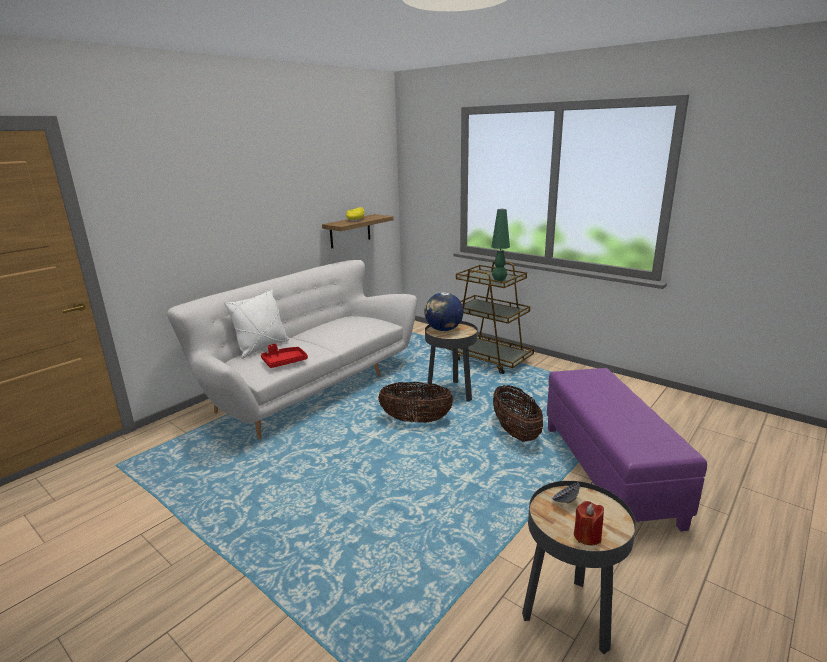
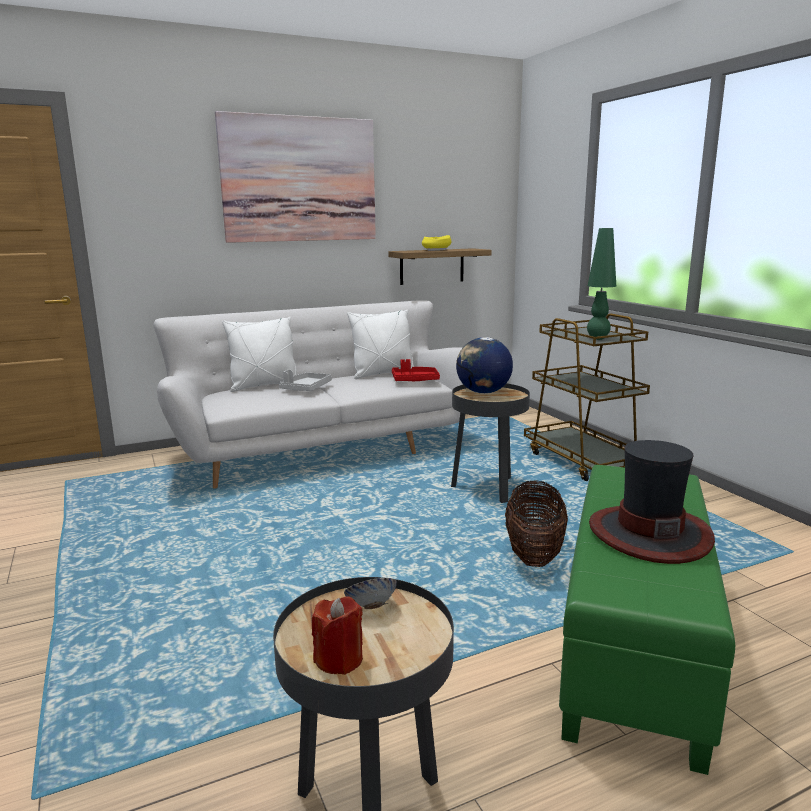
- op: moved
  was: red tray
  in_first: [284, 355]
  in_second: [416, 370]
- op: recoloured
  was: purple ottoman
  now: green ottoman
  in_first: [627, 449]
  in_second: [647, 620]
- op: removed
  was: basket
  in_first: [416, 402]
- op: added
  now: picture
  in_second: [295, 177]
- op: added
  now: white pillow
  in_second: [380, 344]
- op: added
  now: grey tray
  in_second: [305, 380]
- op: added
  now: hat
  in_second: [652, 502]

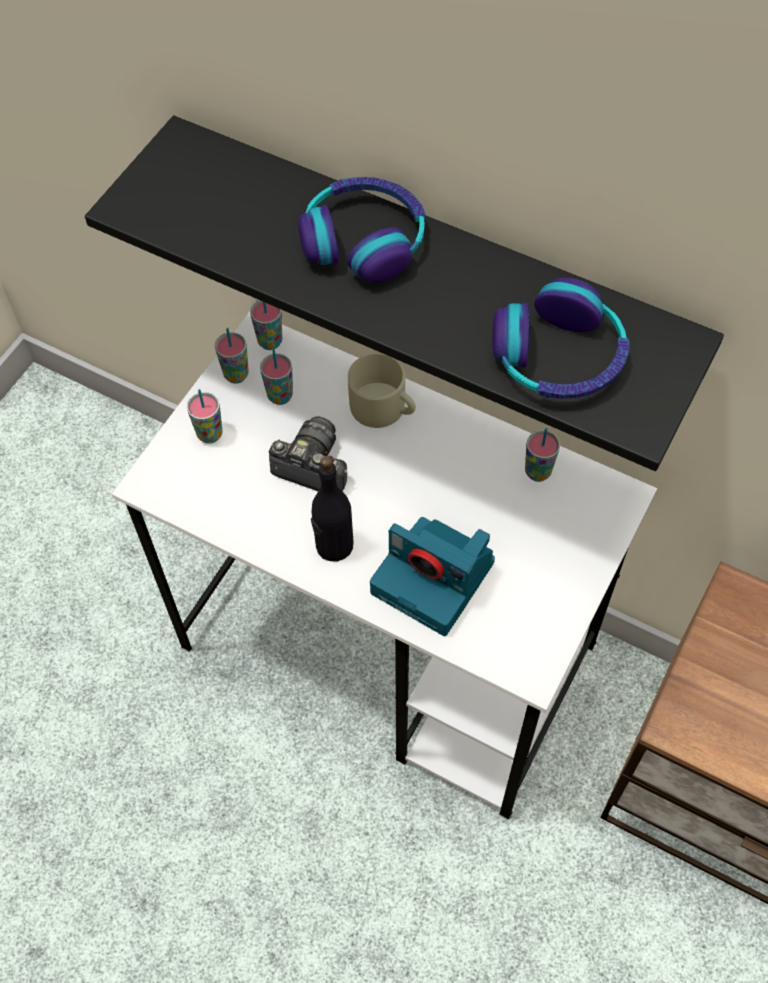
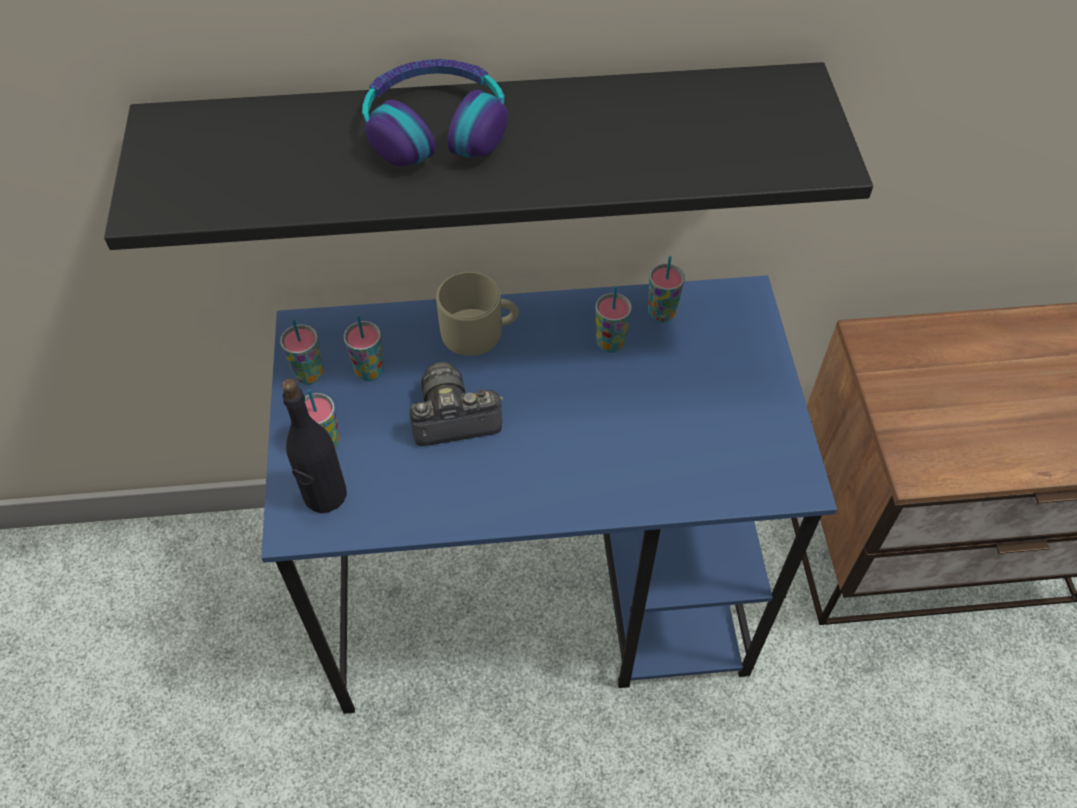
- op: removed
  was: headphones
  in_first: [560, 338]
- op: moved
  was: cup
  in_first: [266, 325]
  in_second: [613, 319]
- op: recoloured
  was: white desk
  now: blue desk
  in_first: [384, 565]
  in_second: [549, 494]
- op: moved
  was: black bottle
  in_first: [332, 509]
  in_second: [314, 446]
- op: removed
  was: photo camera
  in_first: [432, 576]

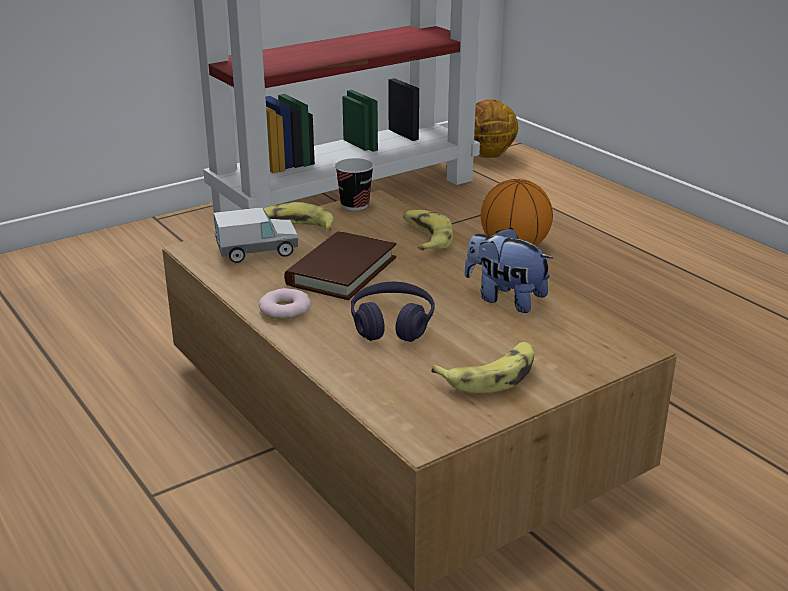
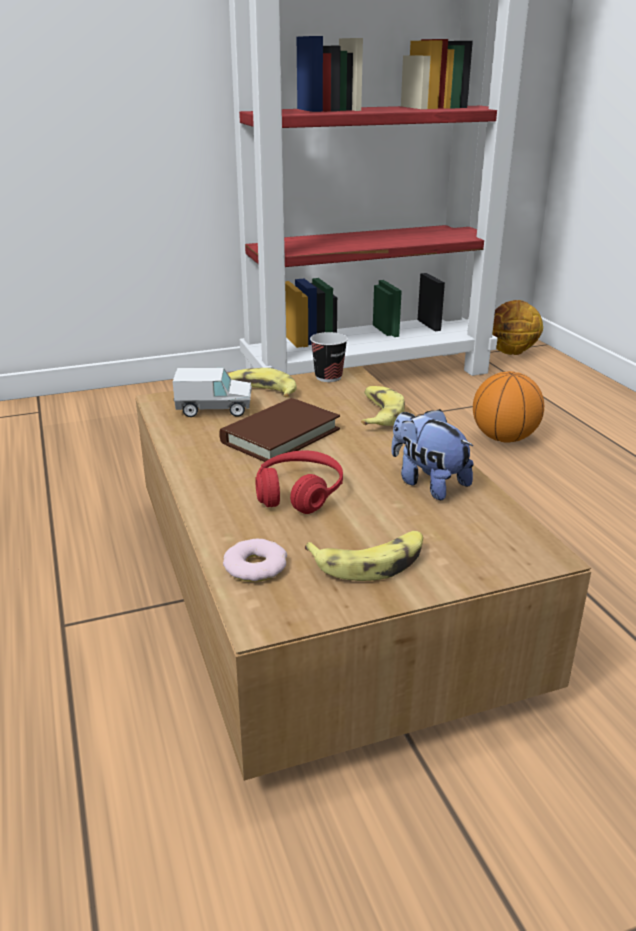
- op: recoloured
  was: purple headphones
  now: red headphones
  in_first: [392, 312]
  in_second: [299, 482]
- op: moved
  was: donut
  in_first: [285, 304]
  in_second: [255, 560]

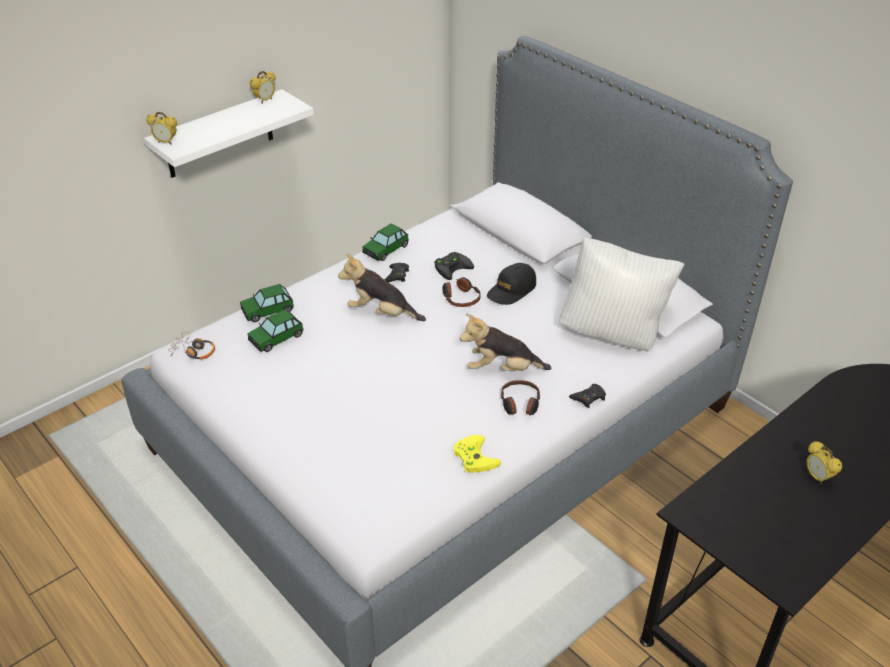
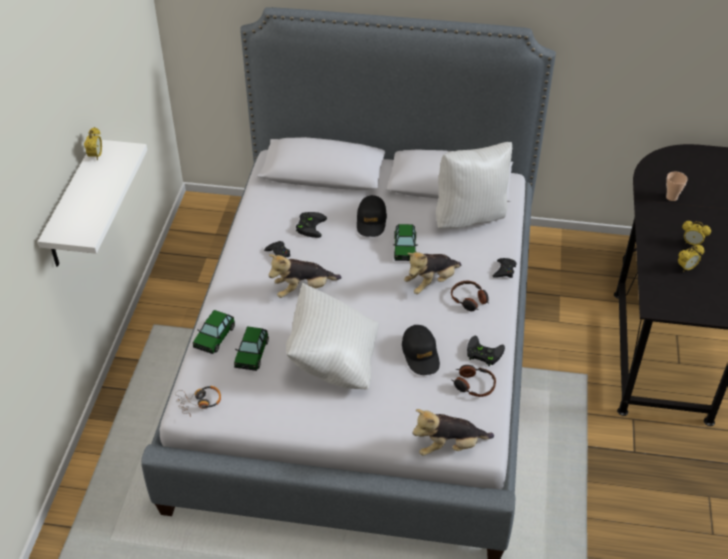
- op: moved
  was: alarm clock
  in_first: [161, 128]
  in_second: [691, 258]
- op: moved
  was: toy car
  in_first: [385, 242]
  in_second: [405, 242]
- op: moved
  was: headphones
  in_first: [461, 292]
  in_second: [474, 381]
- op: recoloured
  was: yellow game controller
  now: black game controller
  in_first: [477, 454]
  in_second: [486, 351]
- op: added
  now: cup
  in_second: [677, 186]
- op: added
  now: white pillow
  in_second: [332, 336]
- op: added
  now: black cap
  in_second: [421, 350]
- op: added
  now: plush toy
  in_second: [453, 432]

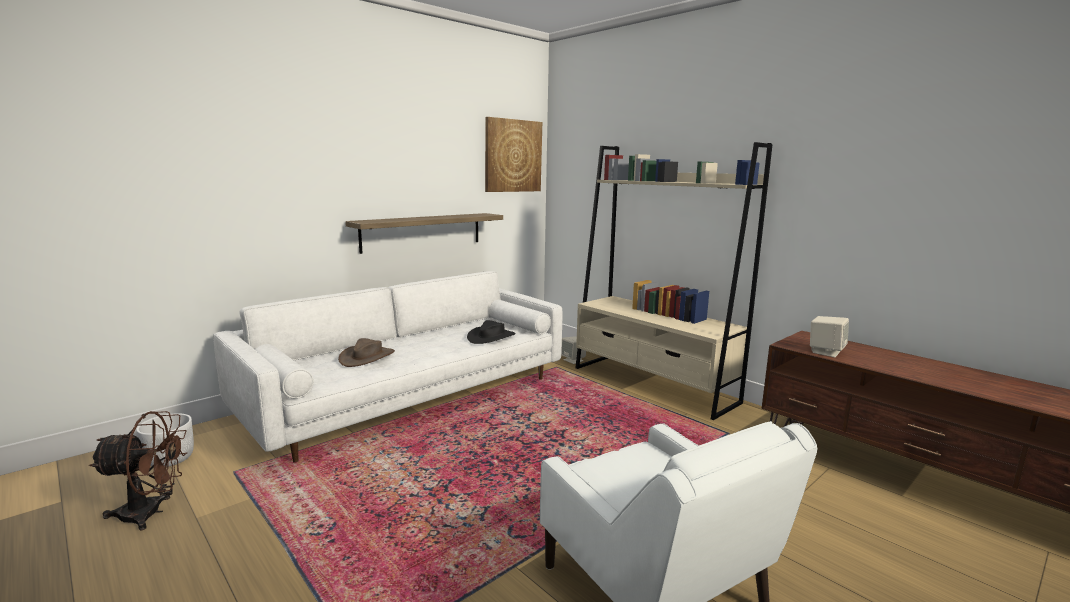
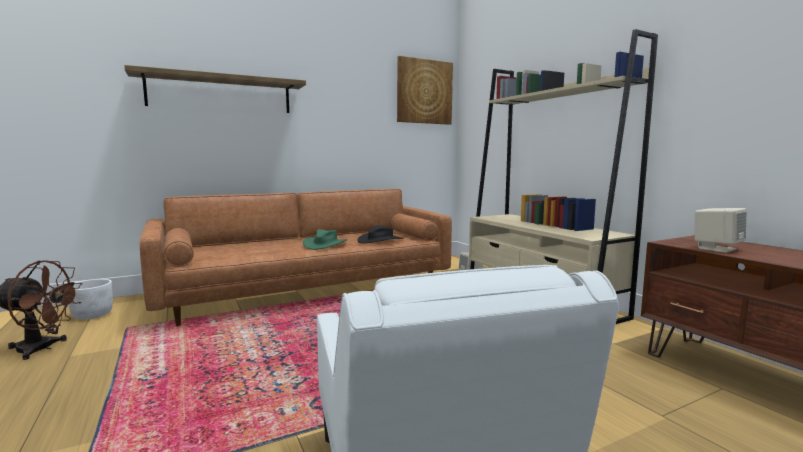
- op: moved
  was: shelf
  in_first: [424, 233]
  in_second: [215, 89]
- op: recoloured
  was: white sofa
  now: brown sofa
  in_first: [388, 367]
  in_second: [296, 257]
- op: removed
  was: brown hat
  in_first: [366, 352]
- op: added
  now: green hat
  in_second: [325, 239]

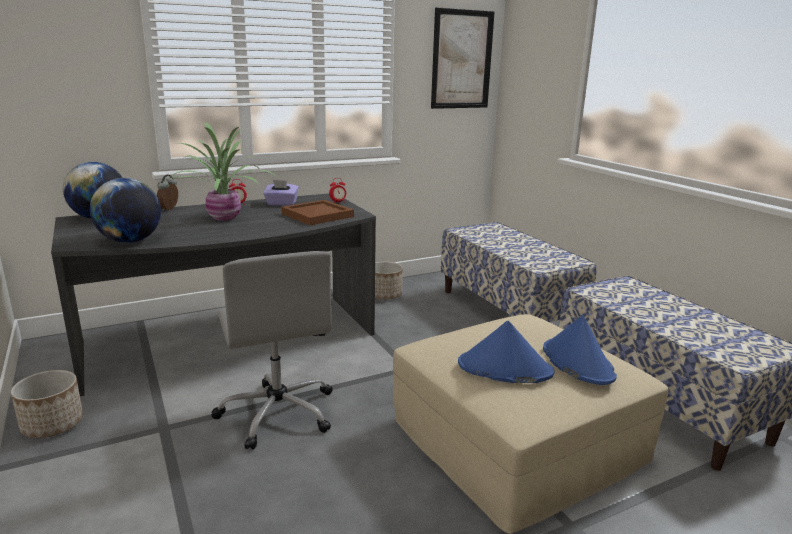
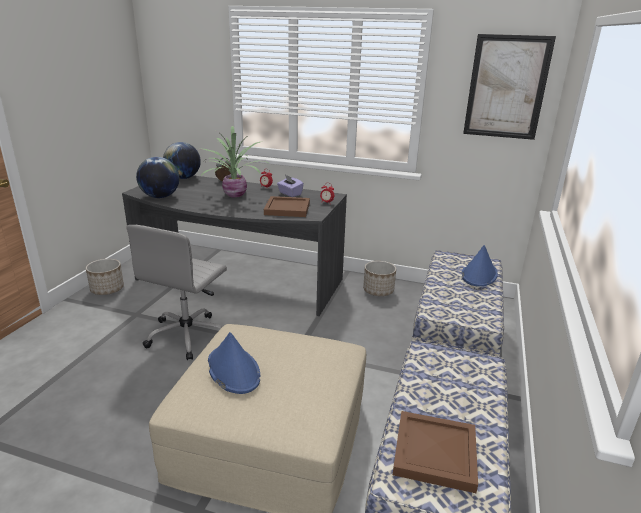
- op: moved
  was: blue hat
  in_first: [580, 350]
  in_second: [479, 266]
- op: added
  now: brown tray
  in_second: [435, 452]

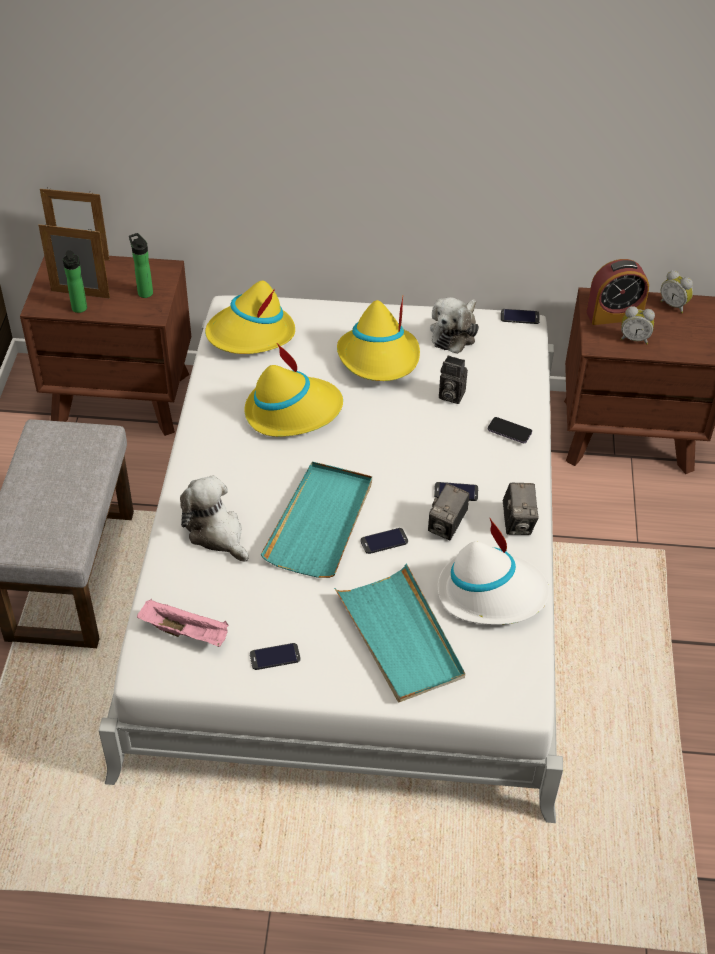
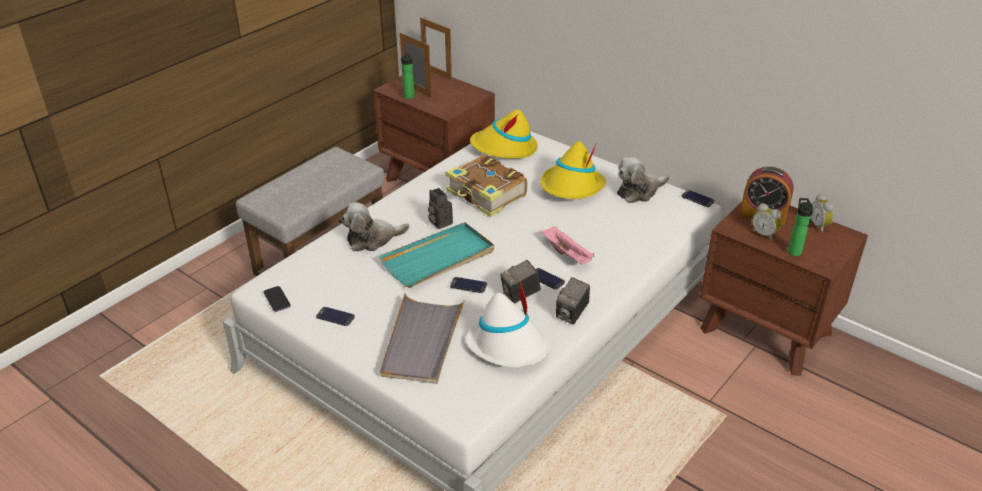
- op: moved
  was: bottle
  in_first: [141, 265]
  in_second: [800, 227]
- op: replaced
  was: yellow hat
  now: book
  in_first: [293, 390]
  in_second: [486, 186]
- op: moved
  was: photo camera
  in_first: [453, 379]
  in_second: [440, 208]
- op: moved
  was: phone
  in_first: [510, 430]
  in_second: [277, 299]
- op: turned
  was: plush toy
  in_first: [214, 519]
  in_second: [375, 226]
  clockwise: -105
- op: recoloured
  was: turquoise tray
  now: grey tray
  in_first: [399, 632]
  in_second: [422, 339]
- op: moved
  was: pink tray
  in_first: [183, 623]
  in_second: [568, 245]

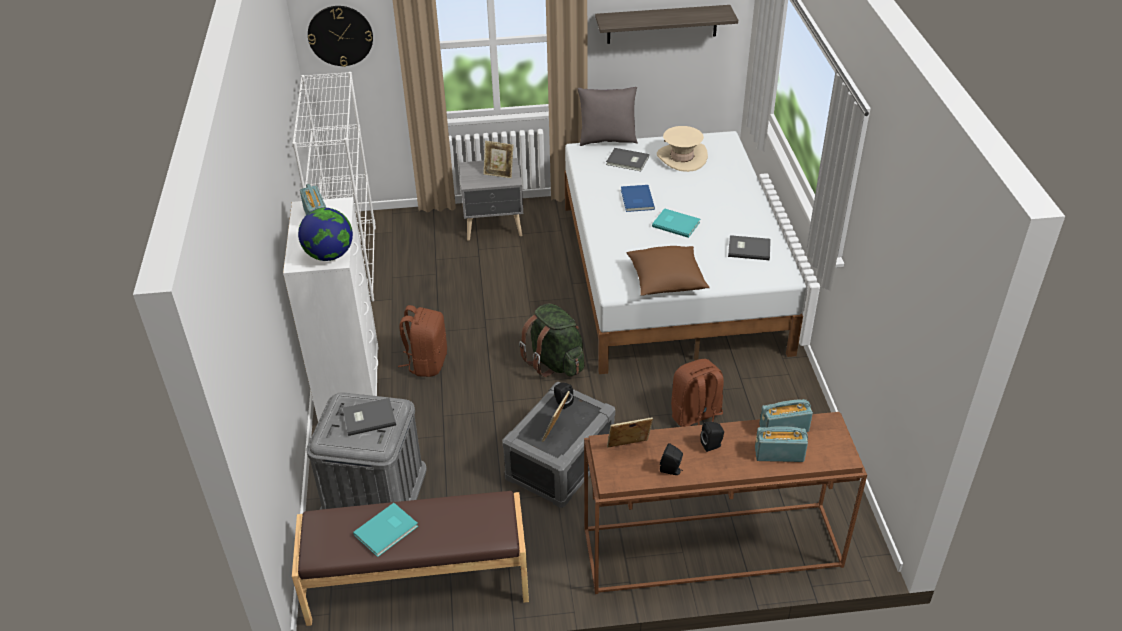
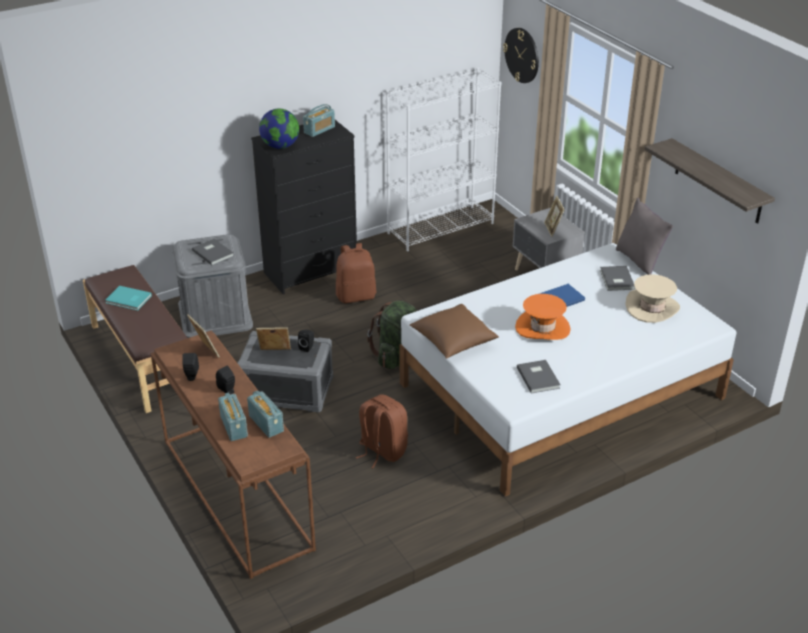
- op: recoloured
  was: white dresser
  now: black dresser
  in_first: [331, 309]
  in_second: [304, 207]
- op: replaced
  was: turquoise book
  now: orange hat
  in_first: [676, 223]
  in_second: [543, 317]

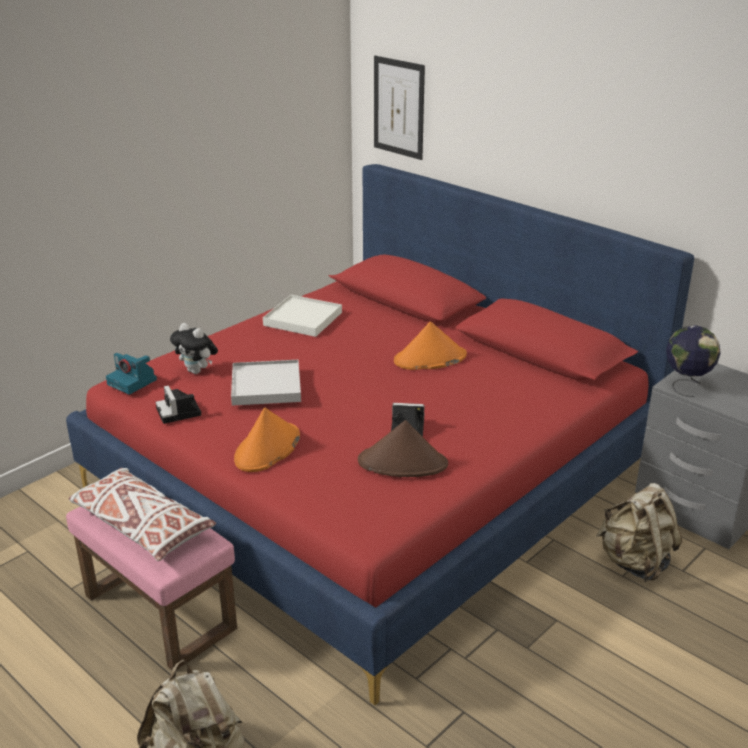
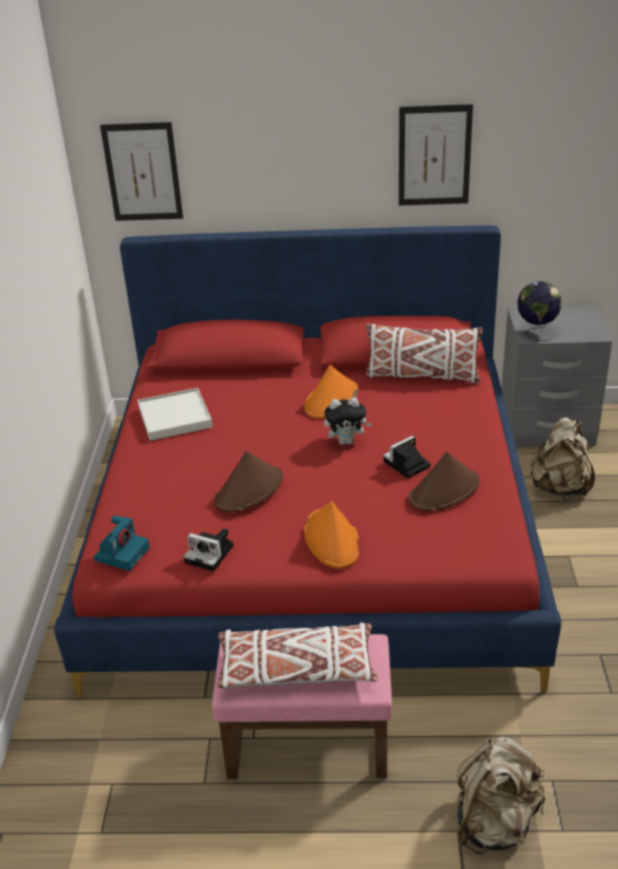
- op: moved
  was: plush toy
  in_first: [194, 348]
  in_second: [348, 421]
- op: turned
  was: photo camera
  in_first: [131, 374]
  in_second: [122, 543]
  clockwise: -60
- op: replaced
  was: white tray
  now: brown hat
  in_first: [266, 383]
  in_second: [248, 481]
- op: added
  now: picture
  in_second: [436, 155]
- op: added
  now: white pillow
  in_second: [424, 353]

